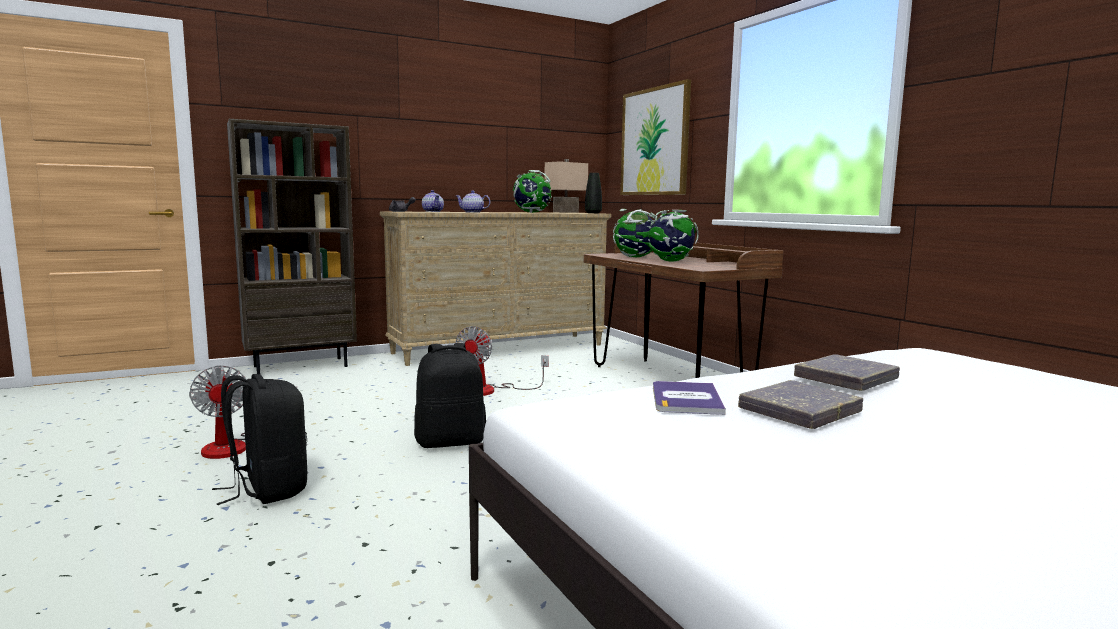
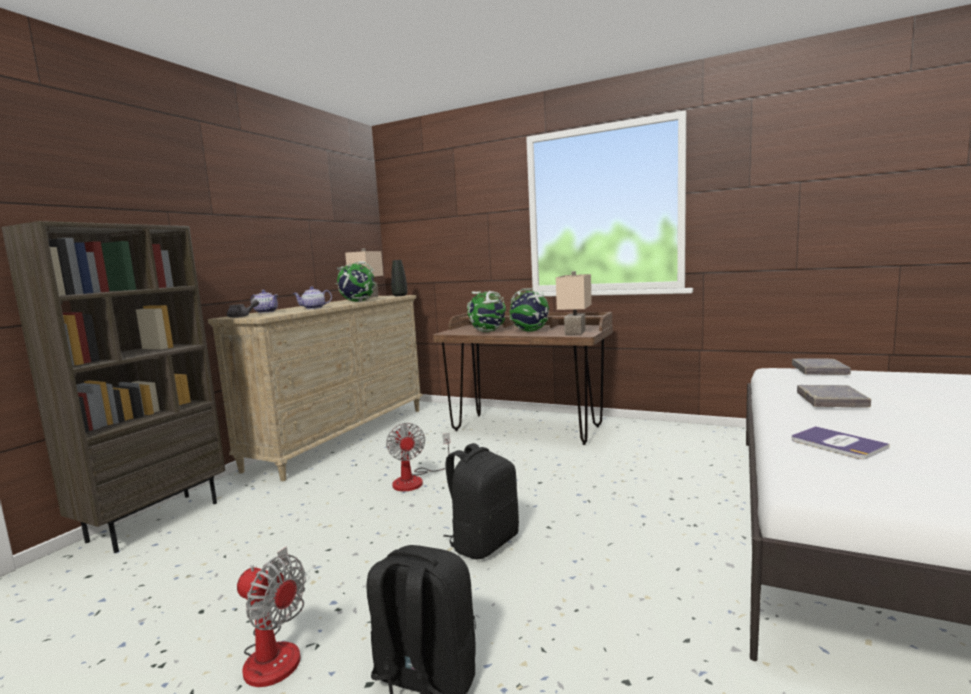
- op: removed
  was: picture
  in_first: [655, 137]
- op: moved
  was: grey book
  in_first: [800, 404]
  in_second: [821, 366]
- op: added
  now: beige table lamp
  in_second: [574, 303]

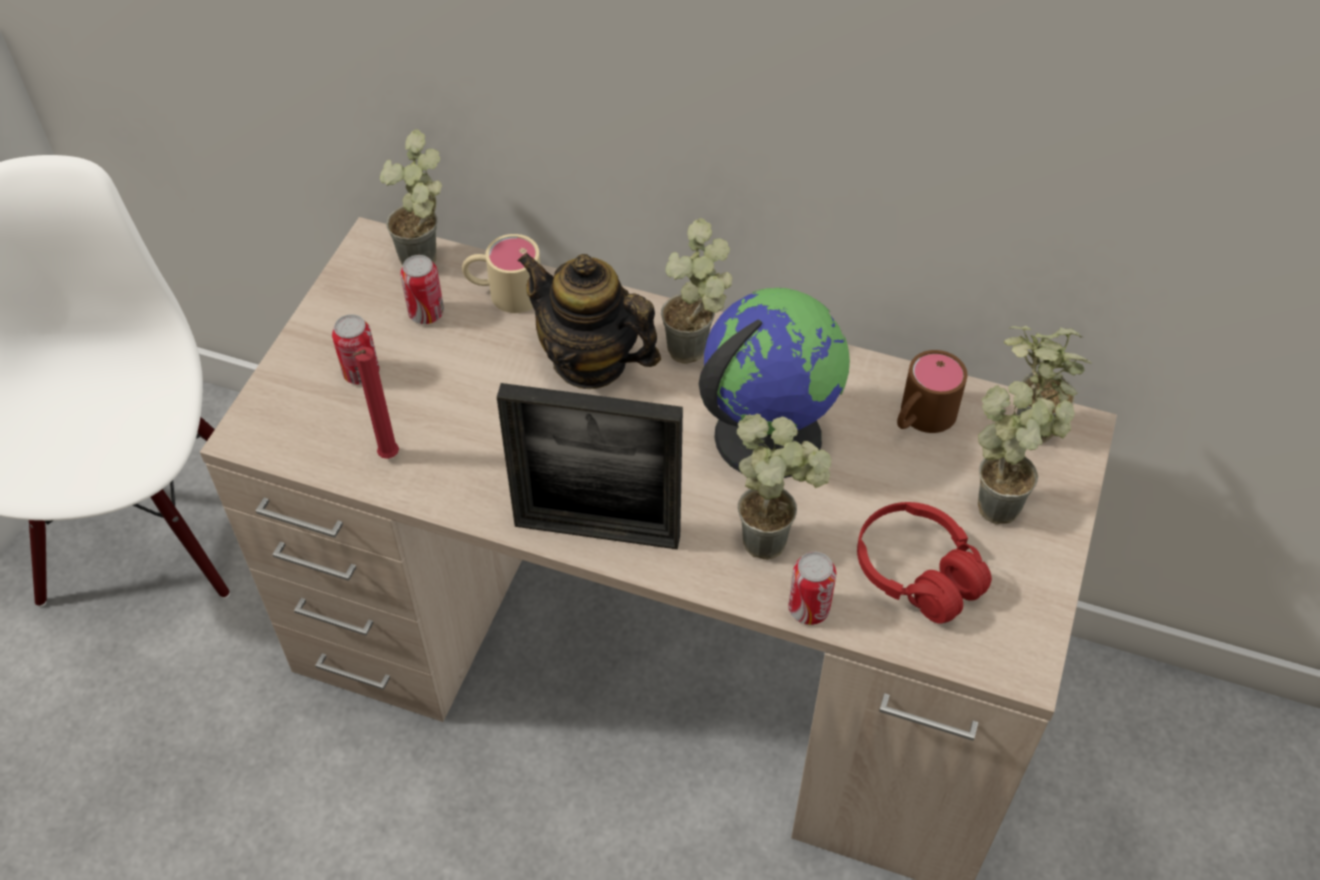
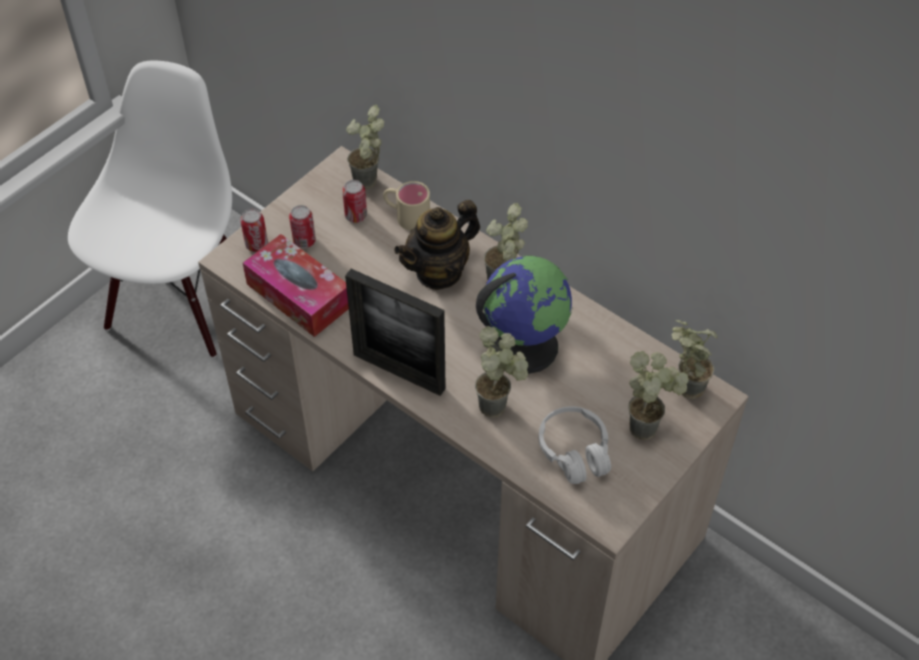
- op: turned
  was: teapot
  in_first: [589, 321]
  in_second: [437, 245]
  clockwise: -90
- op: replaced
  was: red candle
  now: tissue box
  in_first: [376, 403]
  in_second: [296, 285]
- op: removed
  was: brown mug
  in_first: [932, 391]
- op: recoloured
  was: red headphones
  now: white headphones
  in_first: [924, 563]
  in_second: [575, 445]
- op: moved
  was: can
  in_first: [812, 588]
  in_second: [254, 230]

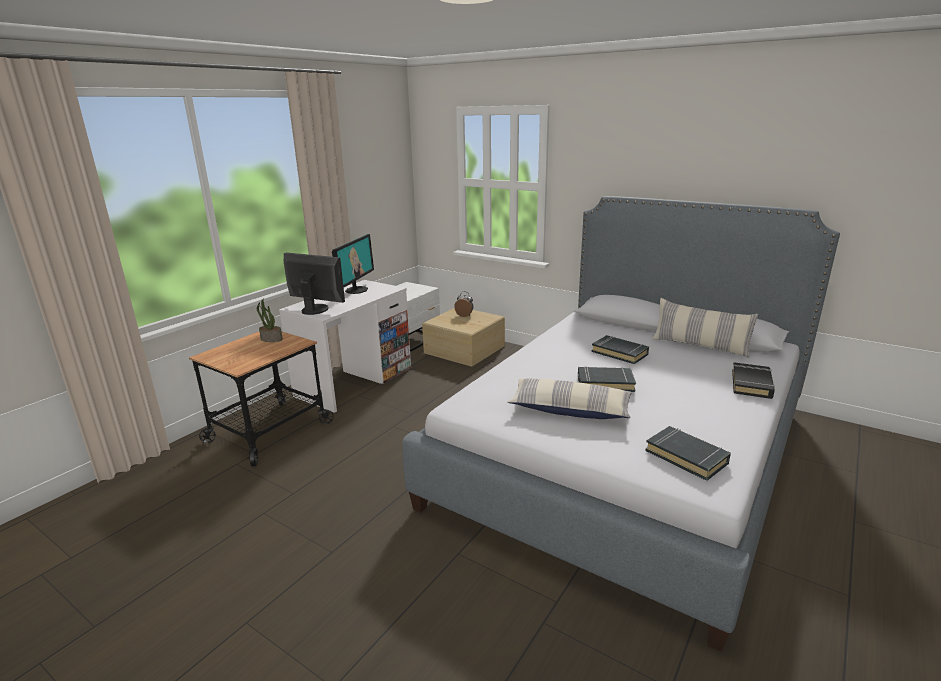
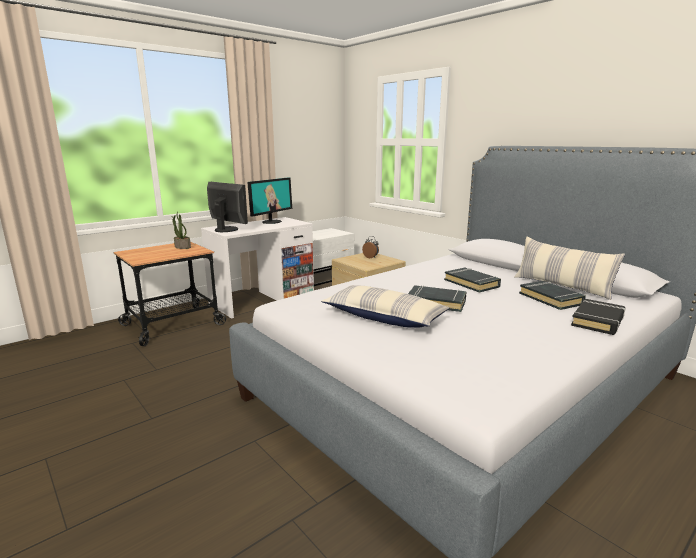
- op: moved
  was: black book
  in_first: [688, 453]
  in_second: [552, 295]

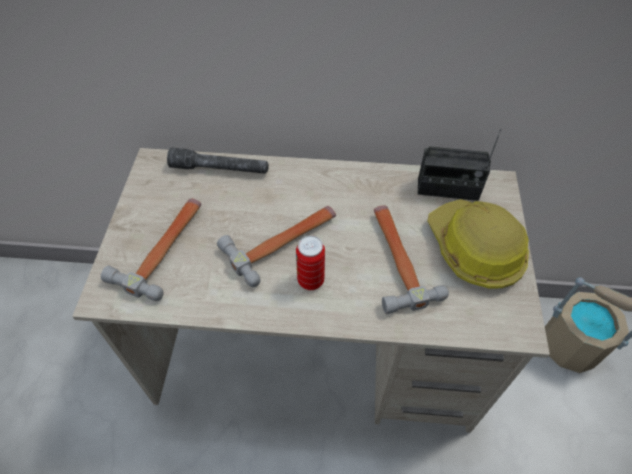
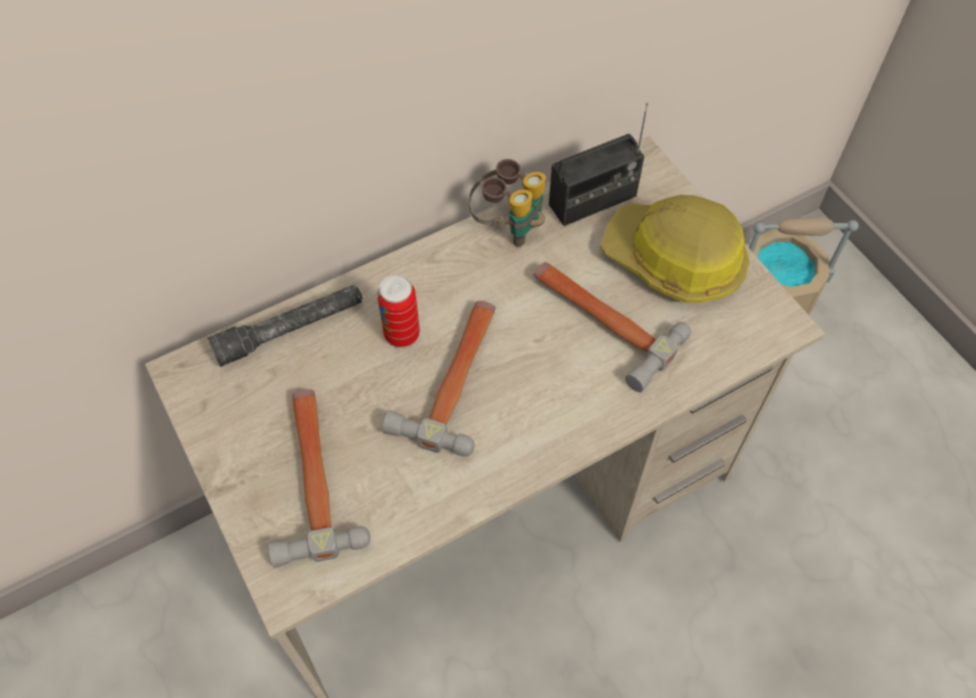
- op: moved
  was: can
  in_first: [310, 262]
  in_second: [398, 311]
- op: added
  now: binoculars
  in_second: [507, 203]

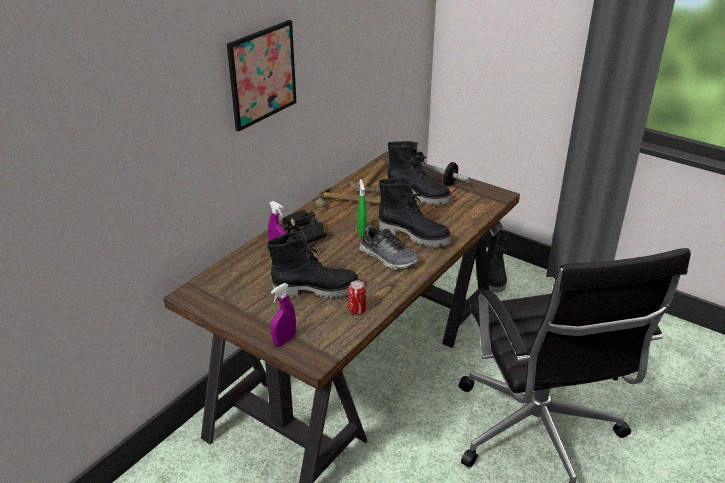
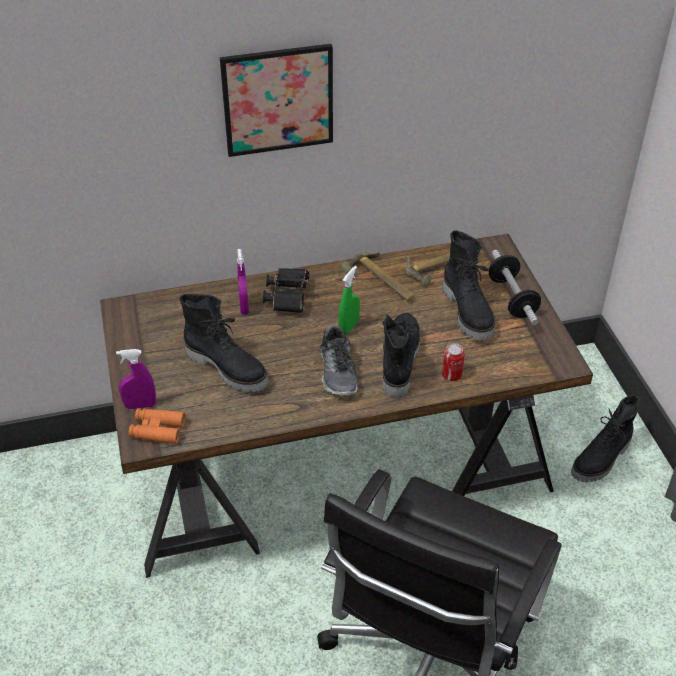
- op: turned
  was: black boot
  in_first: [415, 212]
  in_second: [401, 356]
  clockwise: -150
- op: moved
  was: can
  in_first: [357, 297]
  in_second: [453, 362]
- op: added
  now: orange binoculars
  in_second: [157, 426]

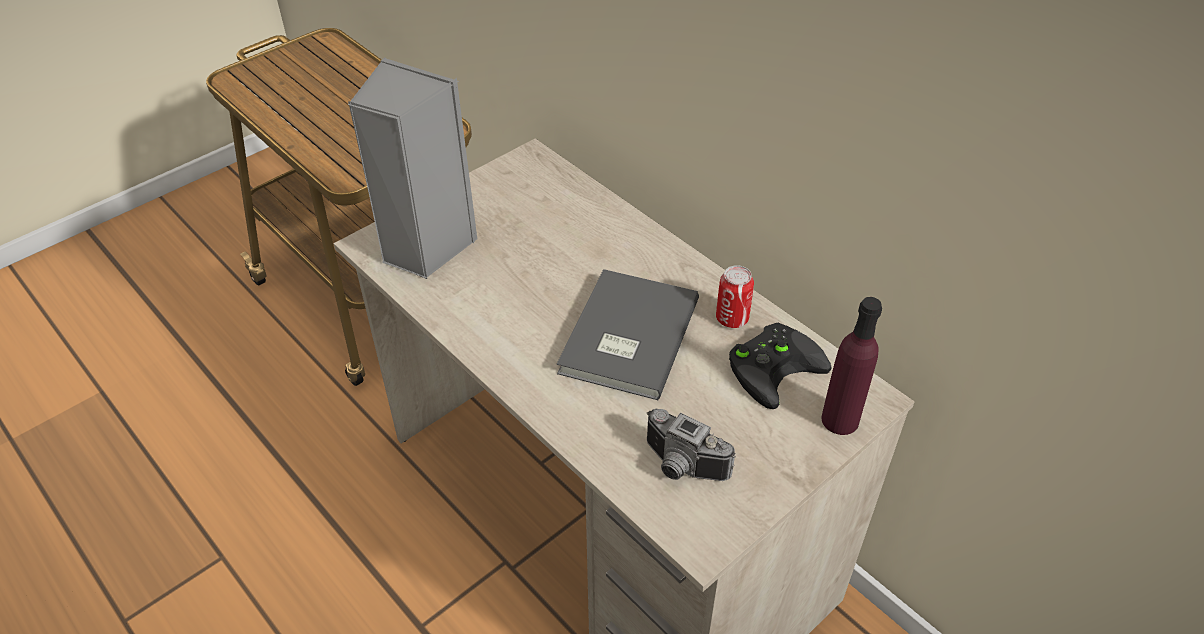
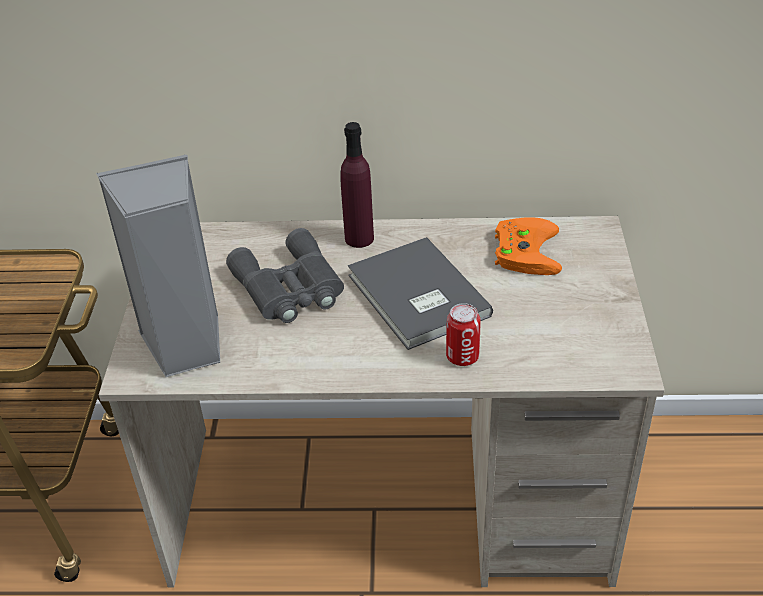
- op: moved
  was: can
  in_first: [735, 296]
  in_second: [463, 334]
- op: moved
  was: purple bottle
  in_first: [852, 366]
  in_second: [357, 185]
- op: recoloured
  was: black game controller
  now: orange game controller
  in_first: [780, 366]
  in_second: [528, 246]
- op: removed
  was: photo camera
  in_first: [691, 445]
- op: added
  now: grey binoculars
  in_second: [285, 275]

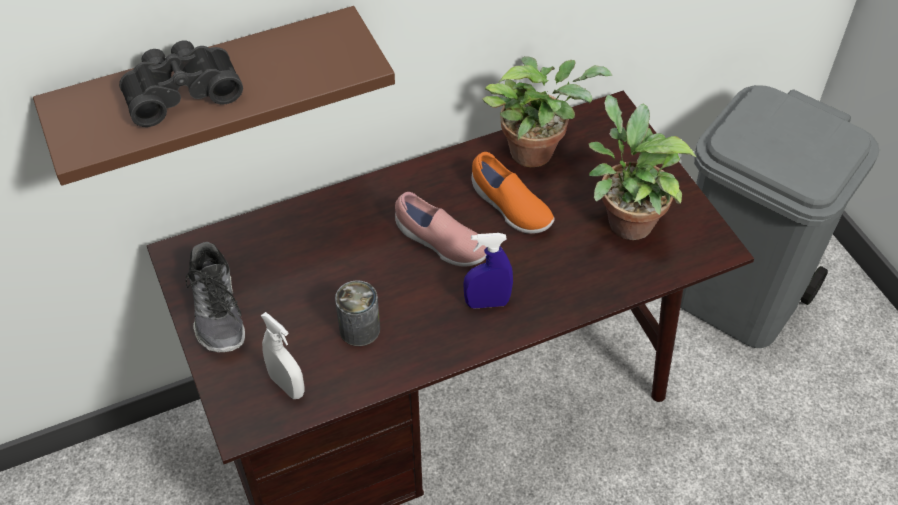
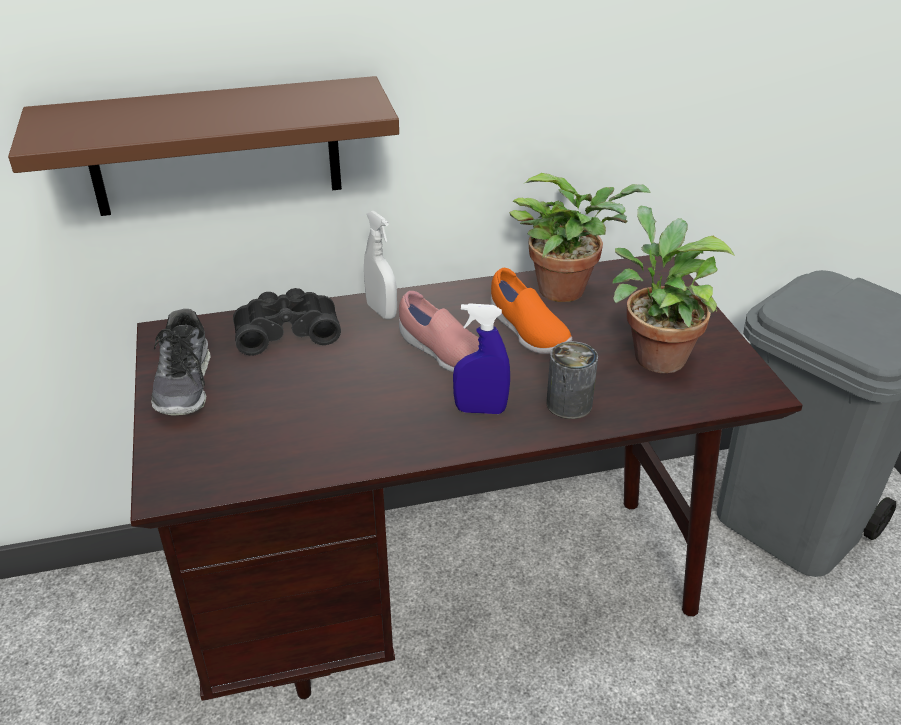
- op: moved
  was: black binoculars
  in_first: [181, 84]
  in_second: [287, 322]
- op: moved
  was: can
  in_first: [357, 313]
  in_second: [572, 380]
- op: moved
  was: white spray bottle
  in_first: [283, 355]
  in_second: [380, 265]

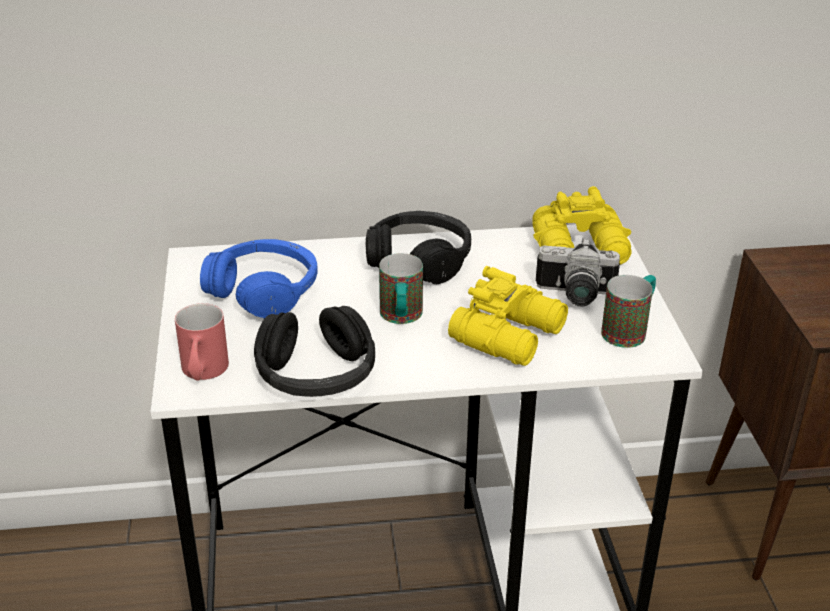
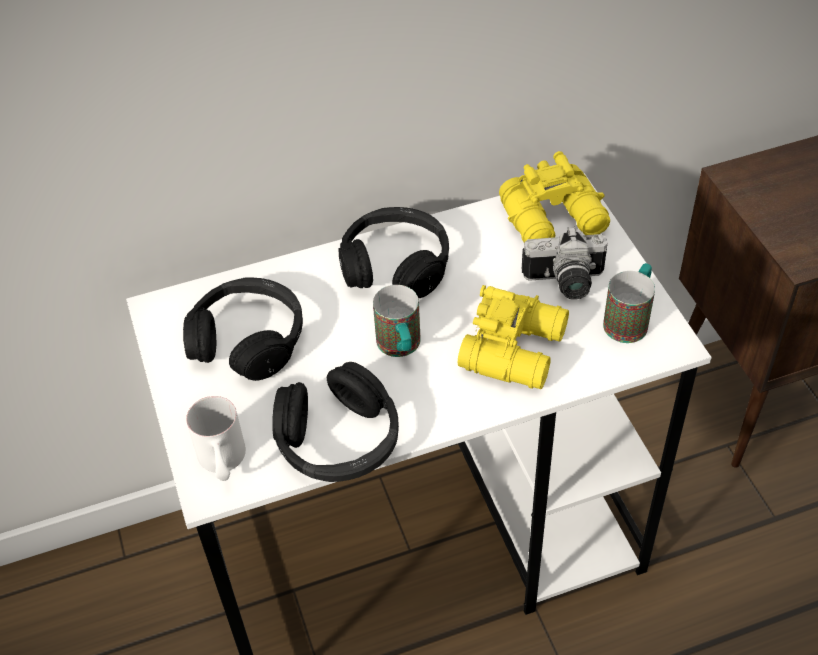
- op: recoloured
  was: blue headphones
  now: black headphones
  in_first: [259, 279]
  in_second: [243, 329]
- op: recoloured
  was: red mug
  now: white mug
  in_first: [202, 342]
  in_second: [216, 438]

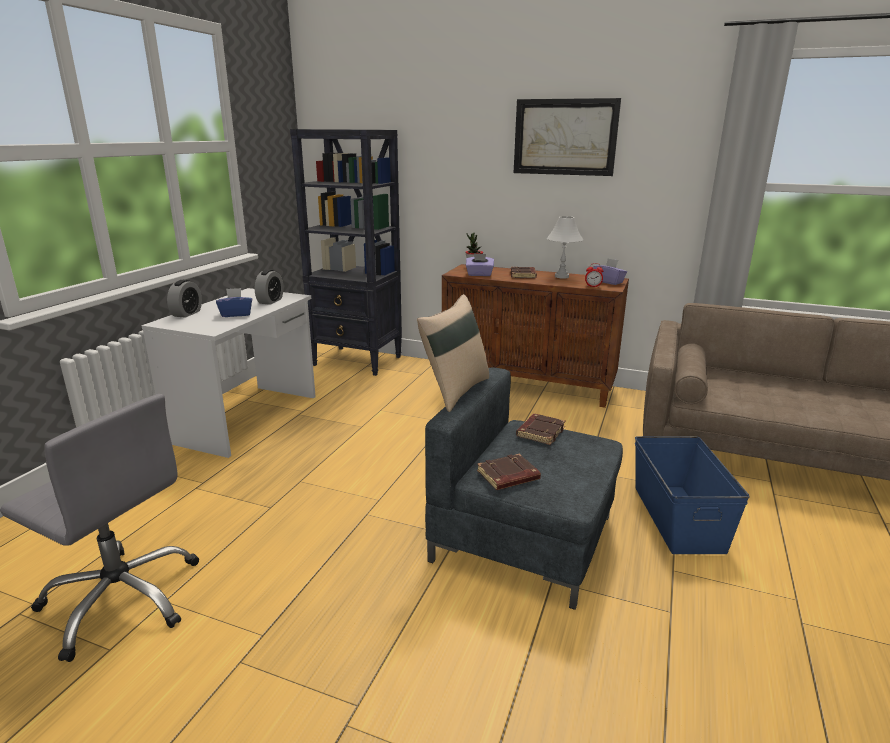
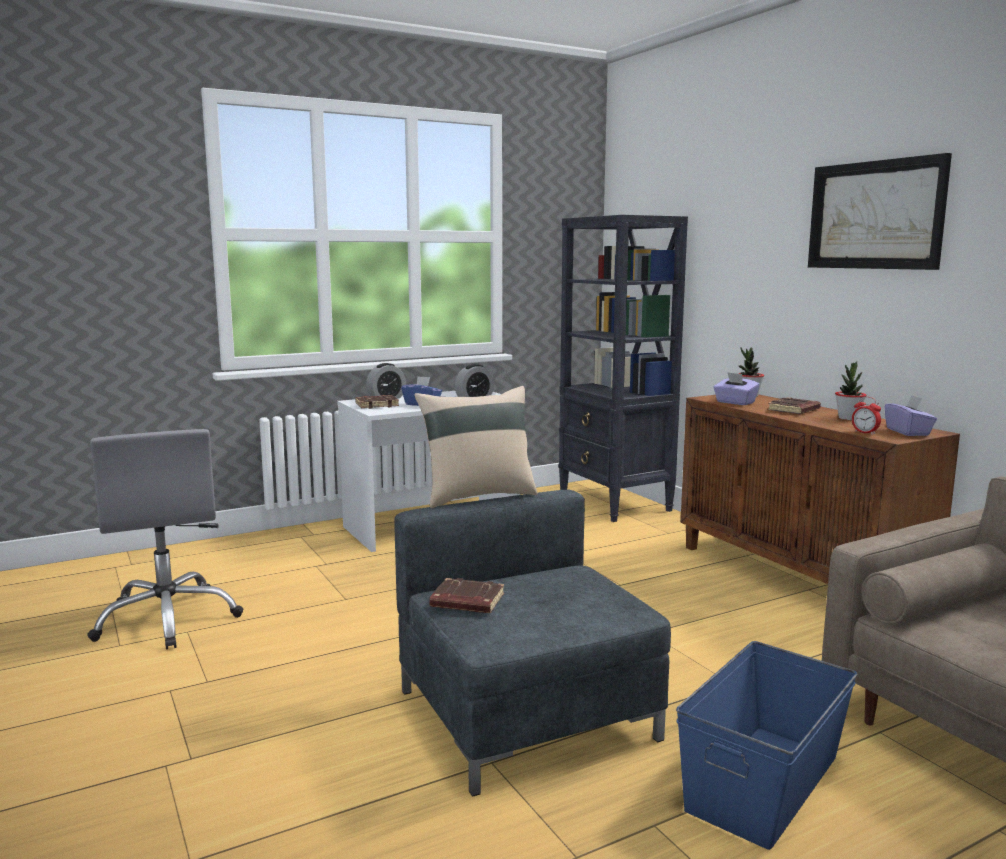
- op: replaced
  was: white table lamp
  now: potted plant
  in_first: [565, 247]
  in_second: [850, 390]
- op: moved
  was: brown book
  in_first: [541, 429]
  in_second: [377, 402]

